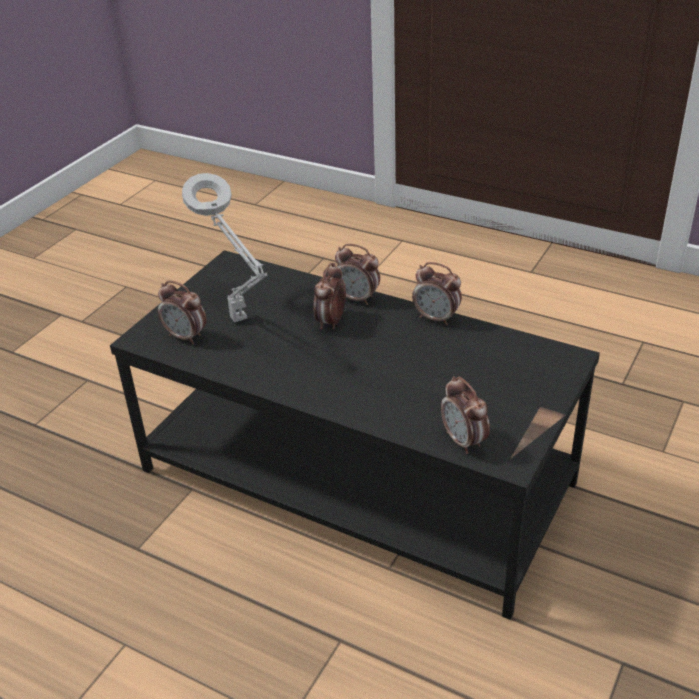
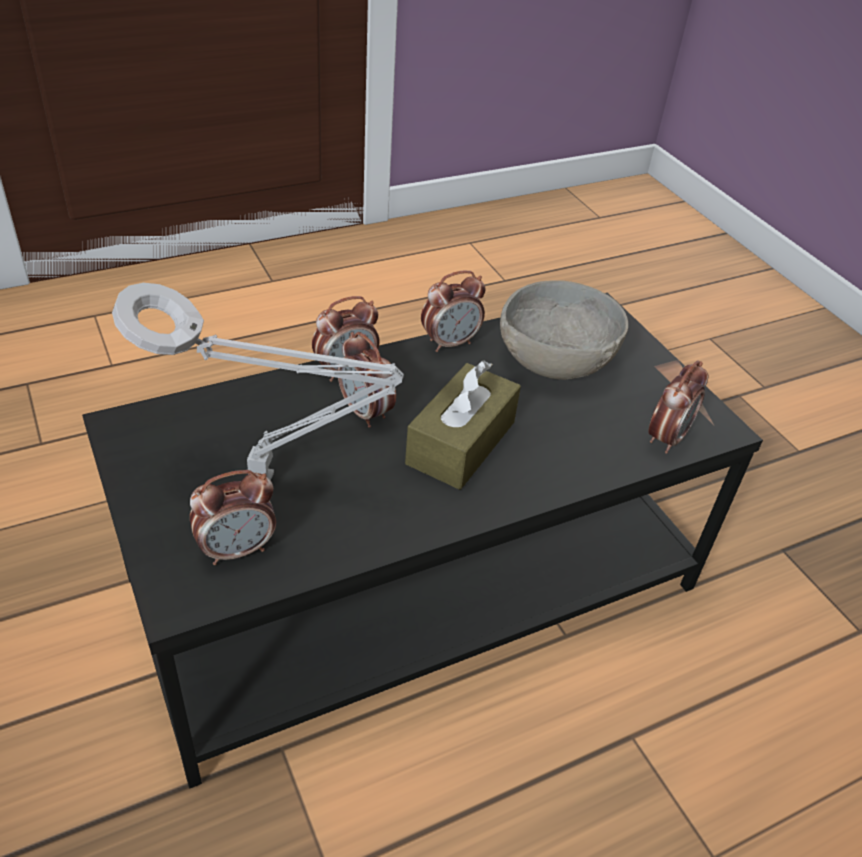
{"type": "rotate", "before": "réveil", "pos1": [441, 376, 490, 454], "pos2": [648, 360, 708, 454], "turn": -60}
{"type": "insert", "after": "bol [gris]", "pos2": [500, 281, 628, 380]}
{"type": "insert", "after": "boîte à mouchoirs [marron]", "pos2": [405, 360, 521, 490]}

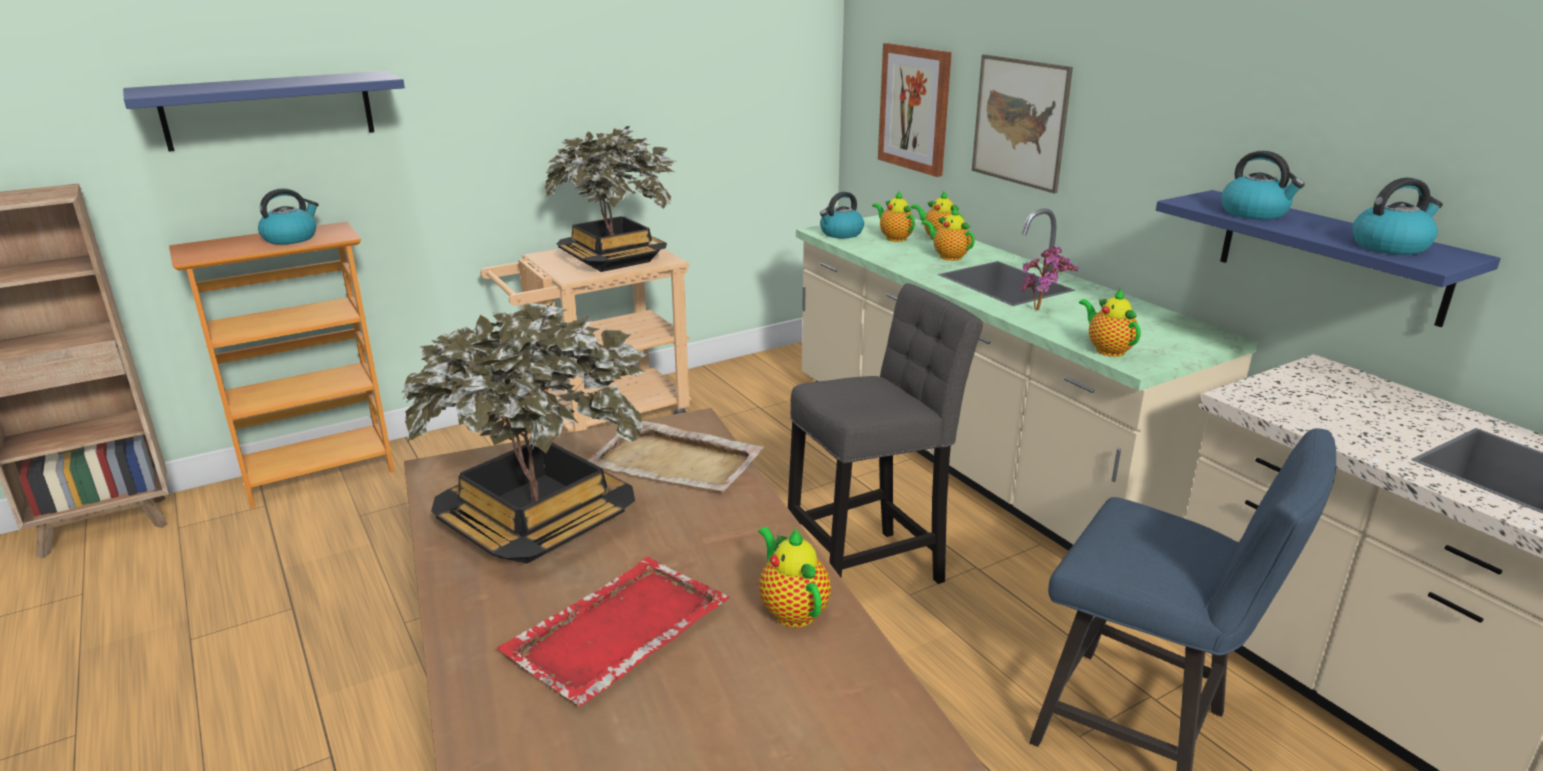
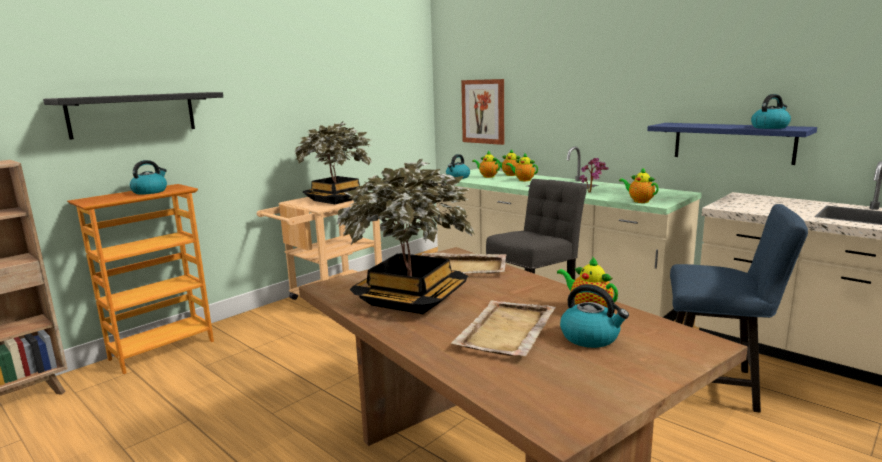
{"type": "delete", "before": "tableau", "pos1": [972, 54, 1073, 194]}
{"type": "recolor", "before": "étagère [bleu]", "after": "étagère [noir]", "pos1": [123, 71, 405, 152], "pos2": [43, 92, 223, 140]}
{"type": "move", "before": "bouilloire", "pos1": [1221, 151, 1305, 220], "pos2": [560, 284, 629, 348]}
{"type": "recolor", "before": "plateau [rouge]", "after": "plateau [beige]", "pos1": [497, 557, 730, 706], "pos2": [451, 300, 556, 356]}

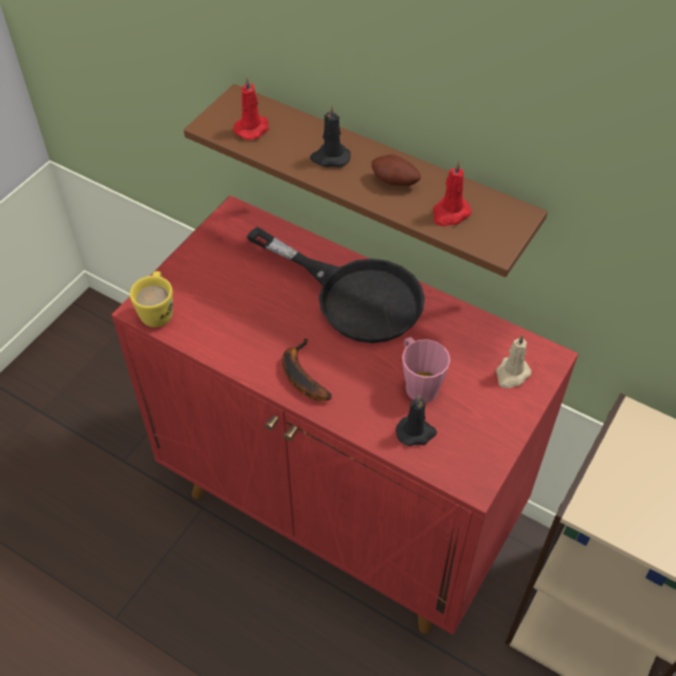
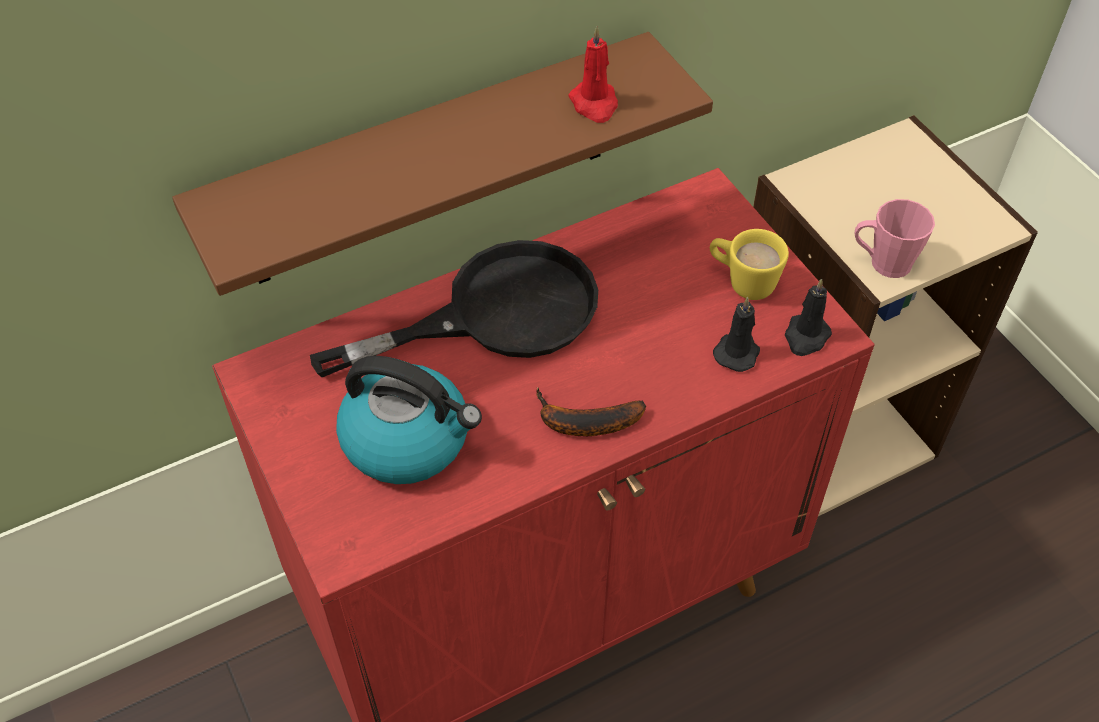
{"type": "delete", "before": "bougie [rouge]", "pos1": [233, 76, 269, 140]}
{"type": "move", "before": "bougie [noir]", "pos1": [310, 104, 351, 167], "pos2": [785, 278, 832, 356]}
{"type": "delete", "before": "pomme de terre", "pos1": [371, 154, 421, 186]}
{"type": "move", "before": "mug [jaune]", "pos1": [130, 271, 173, 327], "pos2": [710, 229, 789, 300]}
{"type": "delete", "before": "bougie [beige]", "pos1": [496, 334, 531, 388]}
{"type": "move", "before": "mug [rose]", "pos1": [402, 337, 450, 402], "pos2": [855, 199, 935, 278]}
{"type": "insert", "after": "bouilloire", "pos2": [336, 356, 482, 484]}

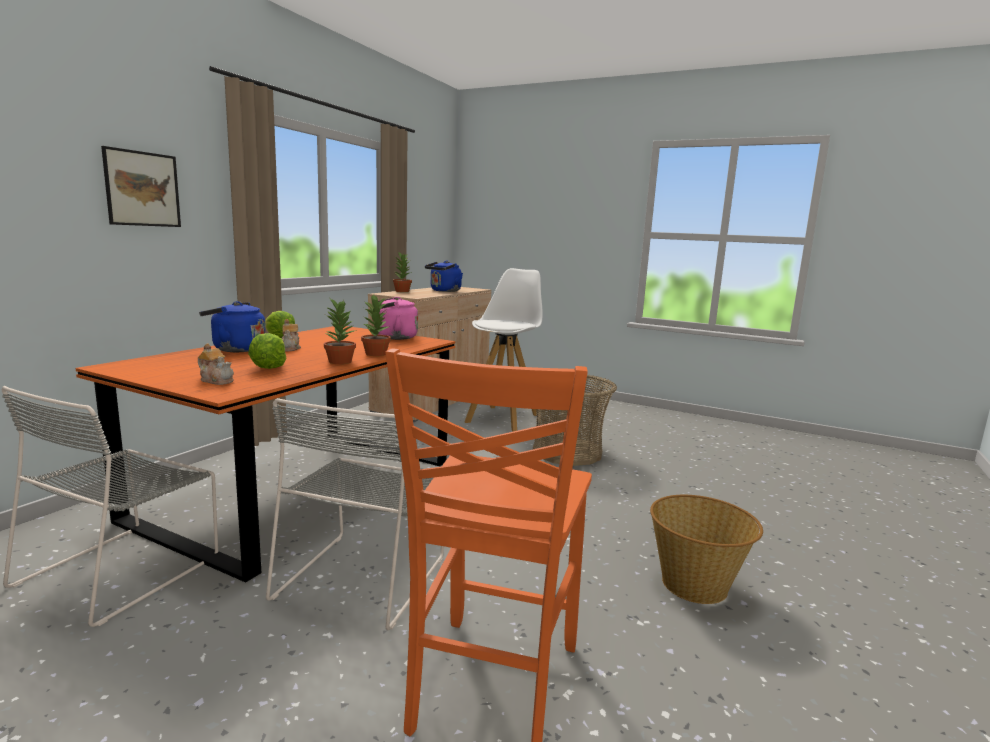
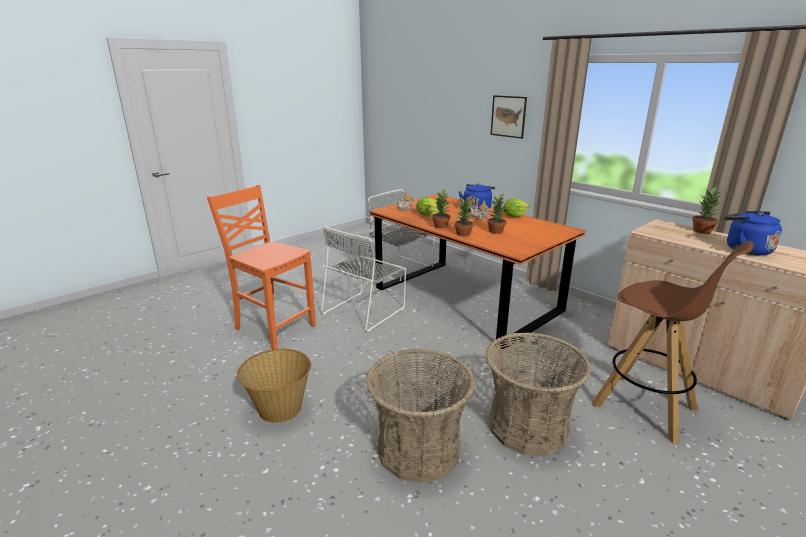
{"type": "recolor", "before": "tabouret [blanc]", "after": "tabouret [marron]", "pos1": [464, 268, 543, 432], "pos2": [592, 241, 754, 444]}
{"type": "delete", "before": "bouilloire [rose]", "pos1": [378, 297, 418, 340]}
{"type": "rotate", "before": "chaise [gris]", "pos1": [266, 398, 444, 630], "pos2": [321, 226, 406, 332], "turn": -90}
{"type": "insert", "after": "plante en pot", "pos2": [487, 194, 507, 234]}
{"type": "insert", "after": "panier", "pos2": [366, 349, 475, 483]}

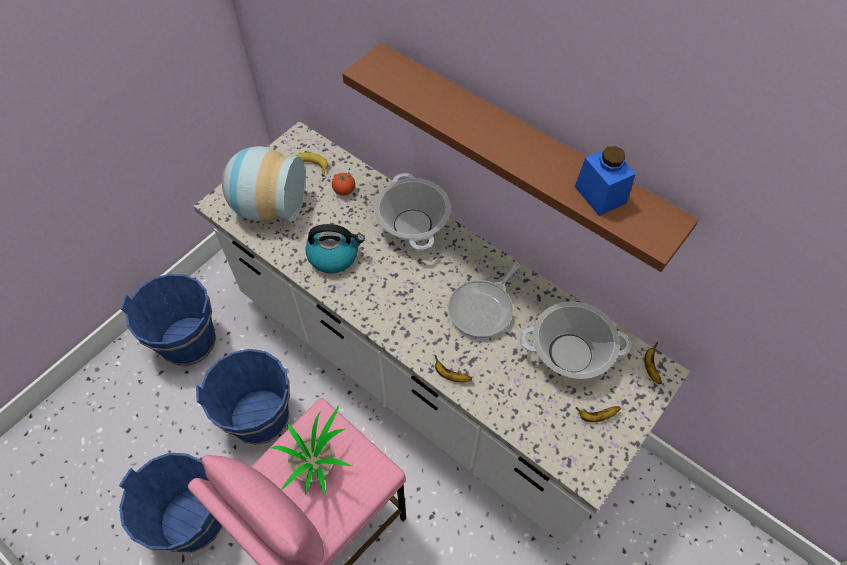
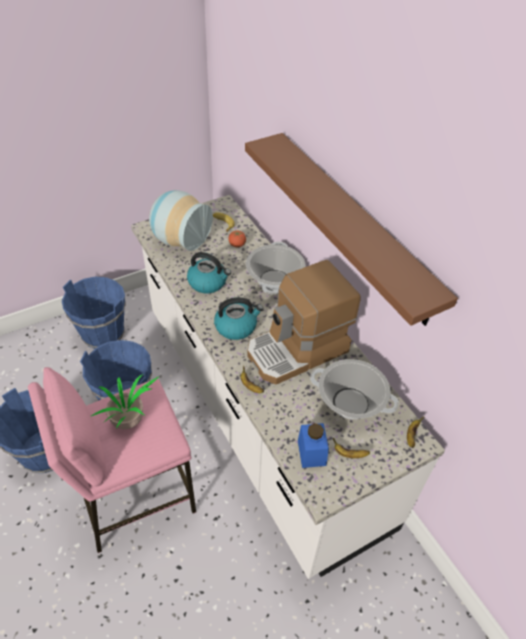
{"type": "move", "before": "bocal [bleu]", "pos1": [575, 146, 636, 216], "pos2": [298, 423, 329, 468]}
{"type": "replace", "before": "poêle", "after": "machine à café", "pos1": [448, 263, 520, 338], "pos2": [247, 260, 361, 385]}
{"type": "insert", "after": "bouilloire", "pos2": [214, 297, 263, 340]}

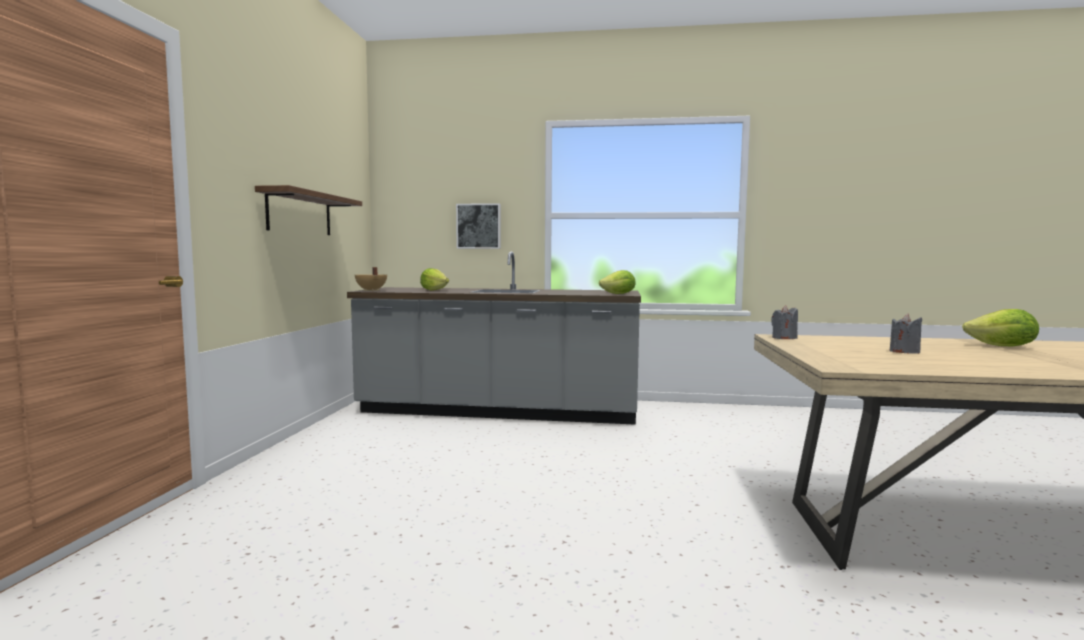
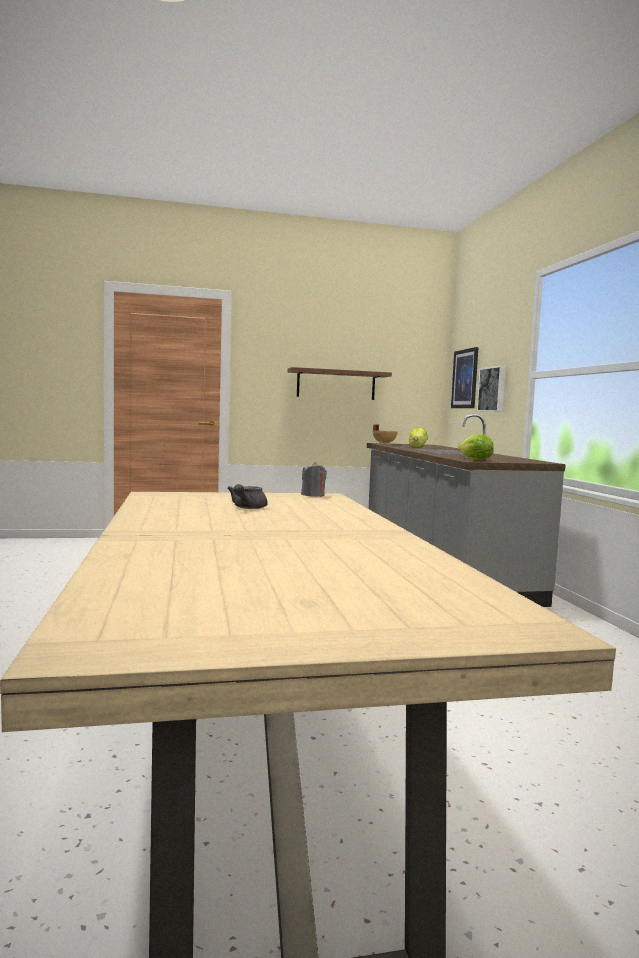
{"type": "delete", "before": "laitue", "pos1": [962, 309, 1039, 346]}
{"type": "replace", "before": "bougie [gris]", "after": "théière [gris]", "pos1": [889, 314, 922, 354], "pos2": [227, 484, 268, 509]}
{"type": "insert", "after": "tableau", "pos2": [451, 347, 478, 408]}

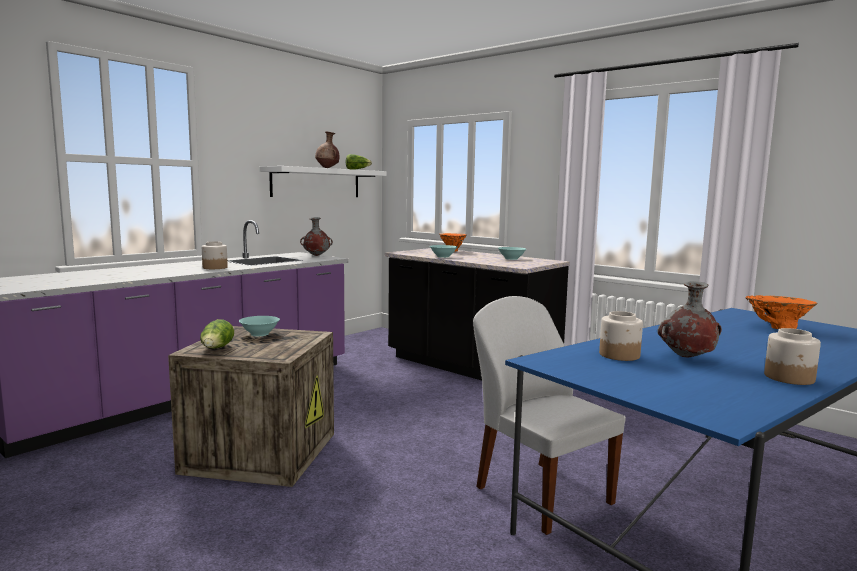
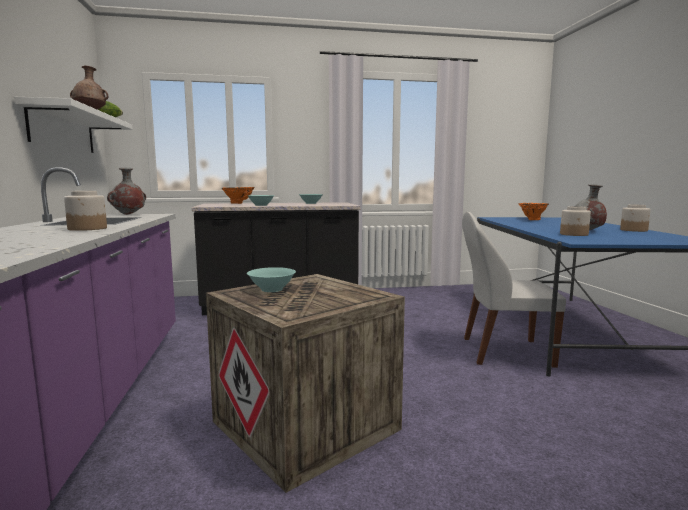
{"type": "delete", "before": "laitue", "pos1": [200, 319, 234, 349]}

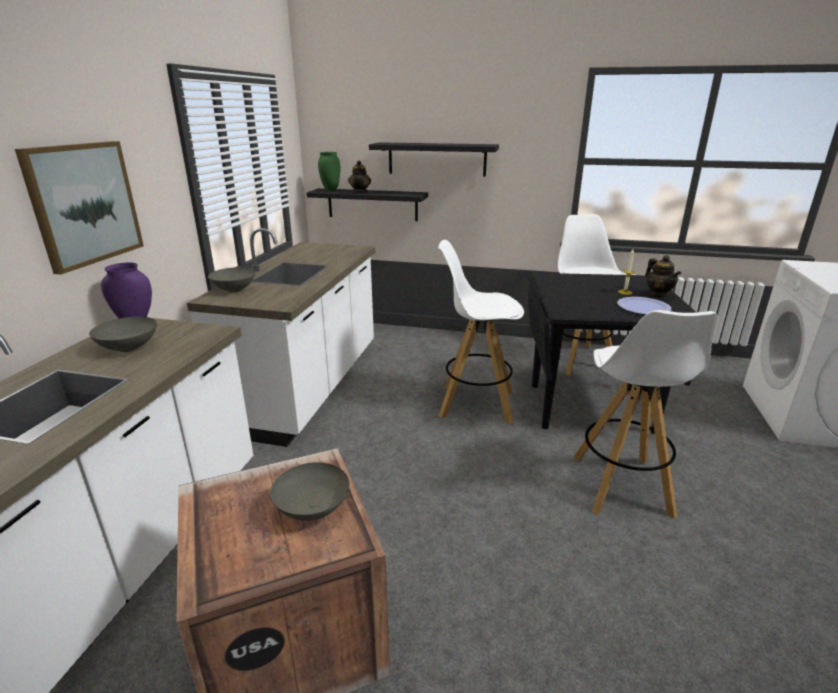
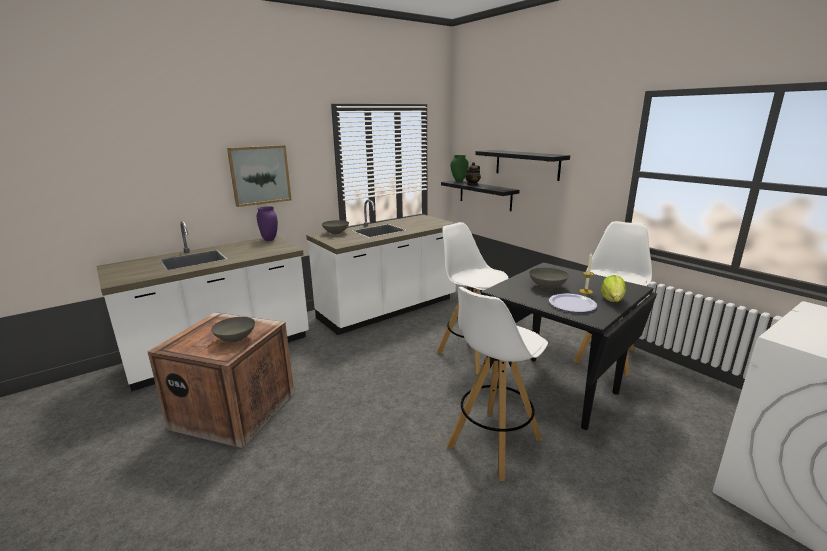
{"type": "replace", "before": "théière", "after": "laitue", "pos1": [645, 255, 681, 298], "pos2": [601, 275, 626, 302]}
{"type": "move", "before": "bol [gris]", "pos1": [89, 317, 157, 352], "pos2": [529, 268, 569, 289]}

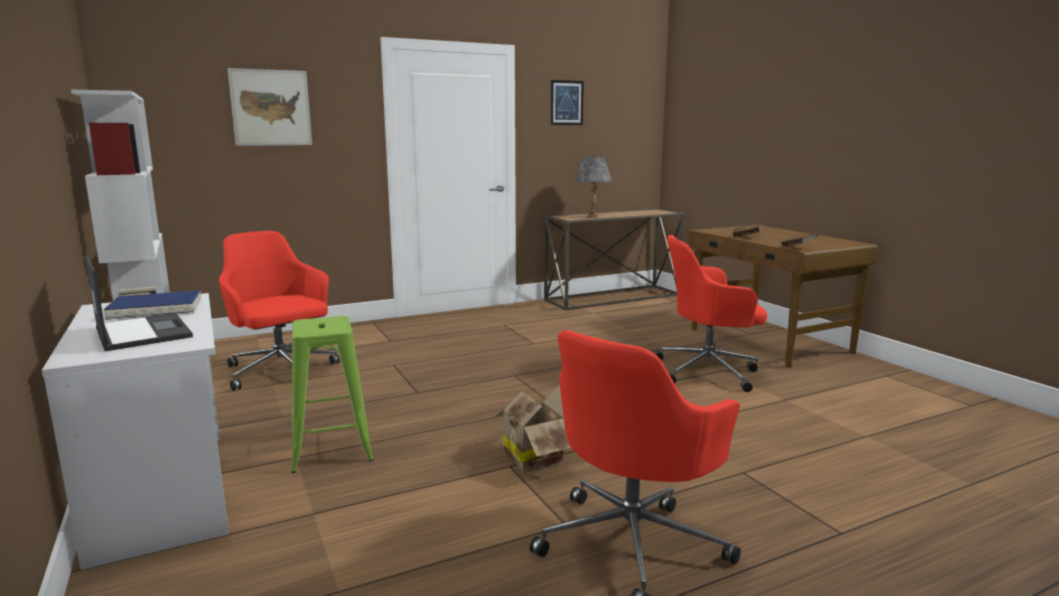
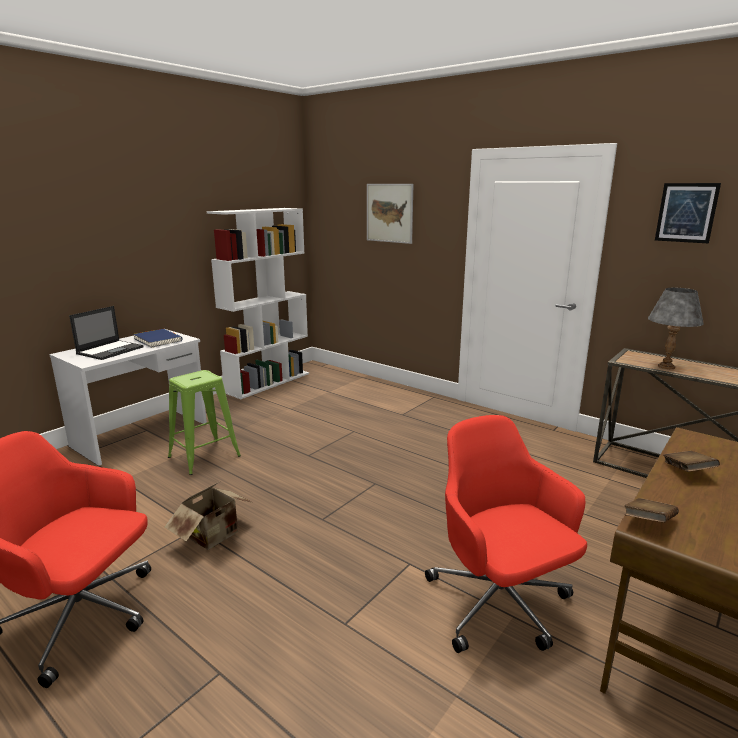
{"type": "delete", "before": "chaise de bureau [rouge]", "pos1": [219, 231, 340, 391]}

